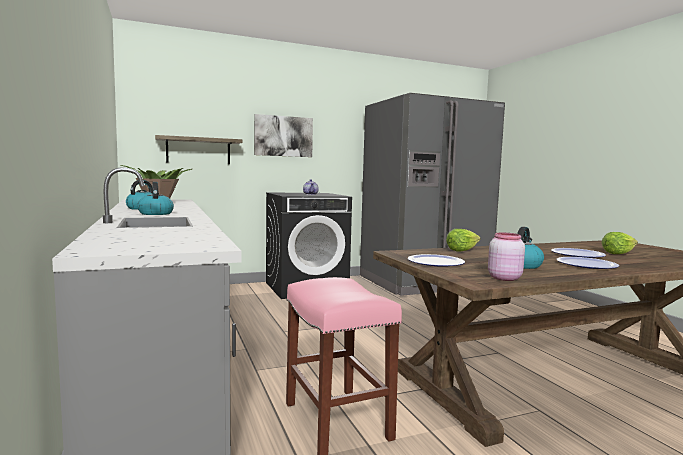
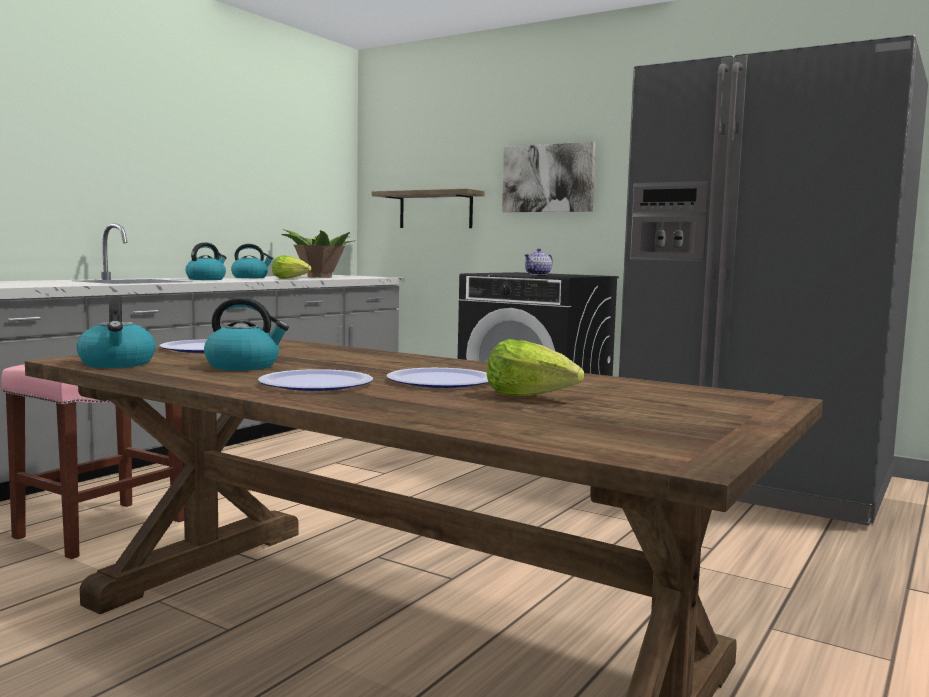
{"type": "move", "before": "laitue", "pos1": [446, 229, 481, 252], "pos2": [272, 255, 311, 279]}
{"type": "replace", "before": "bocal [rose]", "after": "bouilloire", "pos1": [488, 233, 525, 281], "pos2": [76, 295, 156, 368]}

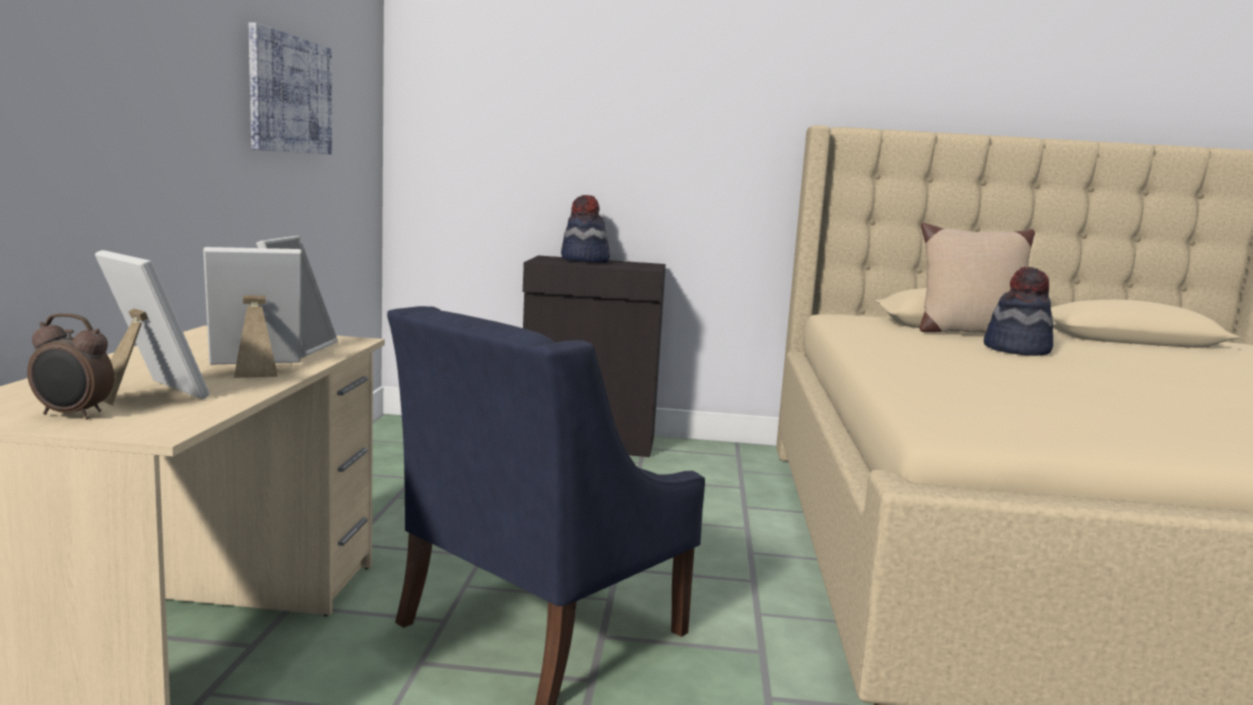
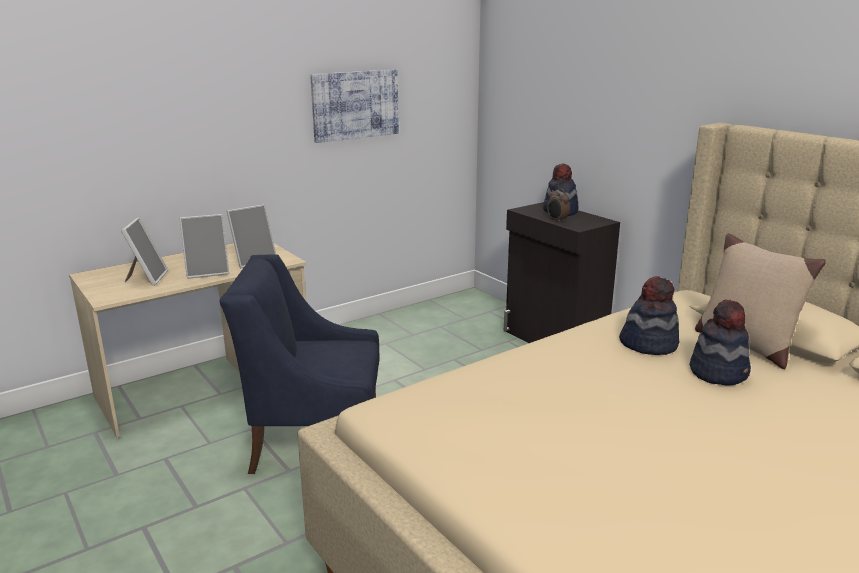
{"type": "rotate", "before": "cadre photo", "pos1": [203, 247, 302, 378], "pos2": [180, 214, 230, 279], "turn": 135}
{"type": "move", "before": "réveil", "pos1": [27, 313, 114, 419], "pos2": [547, 188, 570, 223]}
{"type": "insert", "after": "chapeau", "pos2": [619, 276, 679, 355]}

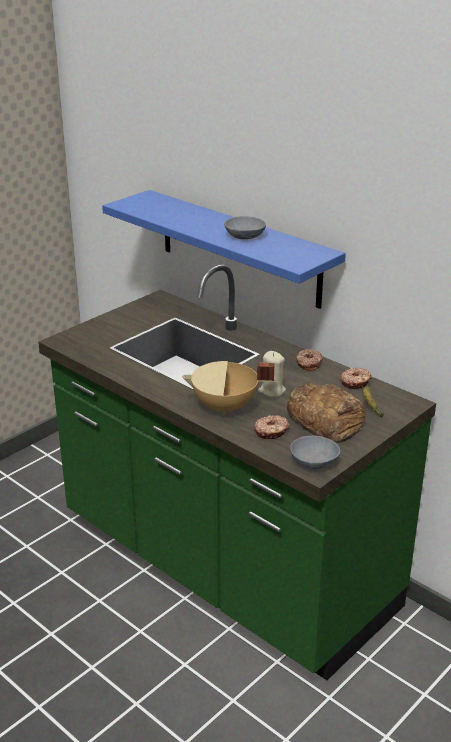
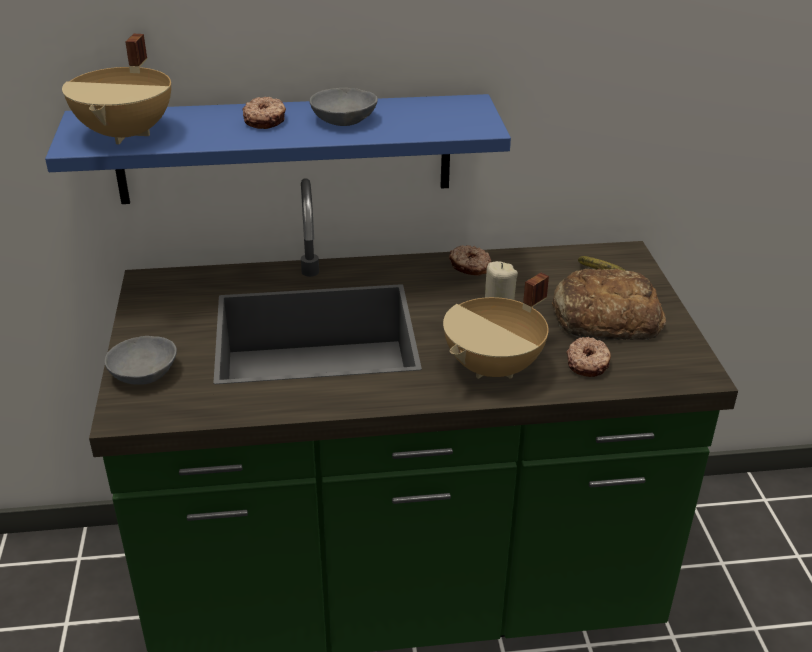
{"type": "move", "before": "beignet", "pos1": [340, 367, 372, 389], "pos2": [242, 97, 286, 129]}
{"type": "move", "before": "bol [gris]", "pos1": [290, 436, 341, 469], "pos2": [105, 336, 177, 385]}
{"type": "insert", "after": "marmite [beige]", "pos2": [62, 34, 171, 144]}

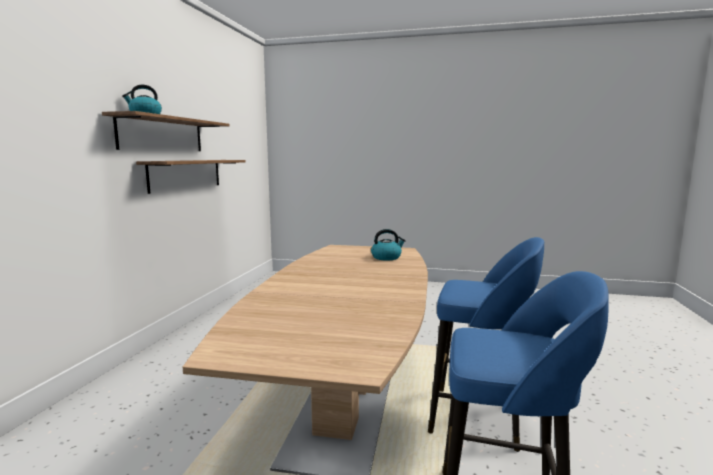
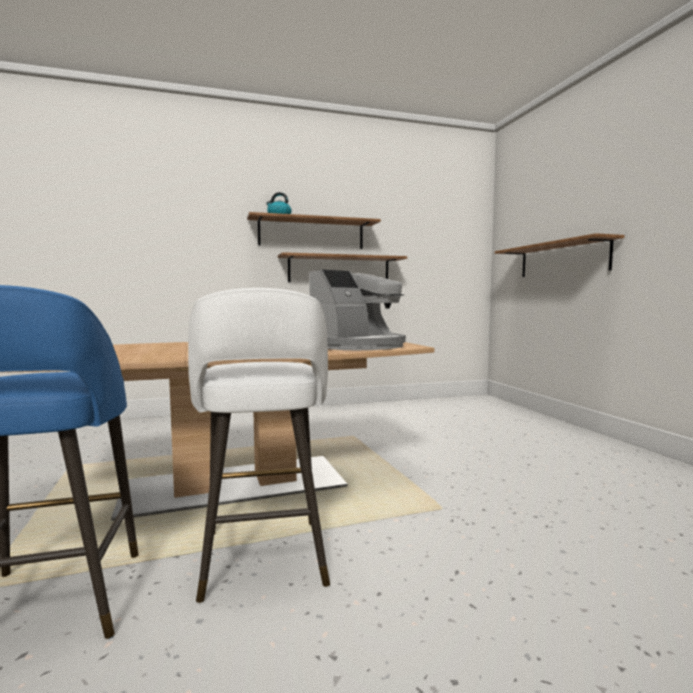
{"type": "replace", "before": "bouilloire", "after": "machine à café", "pos1": [371, 229, 406, 261], "pos2": [309, 269, 406, 350]}
{"type": "recolor", "before": "tabouret [bleu]", "after": "tabouret [blanc]", "pos1": [428, 237, 544, 452], "pos2": [188, 288, 330, 603]}
{"type": "insert", "after": "étagère", "pos2": [495, 233, 624, 277]}

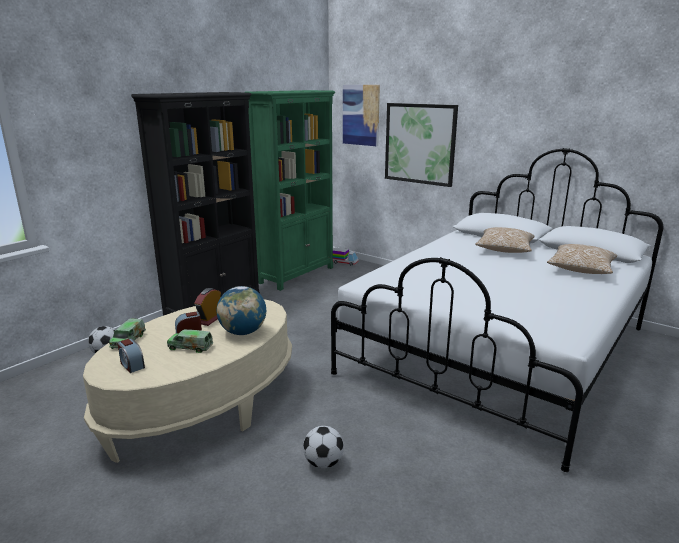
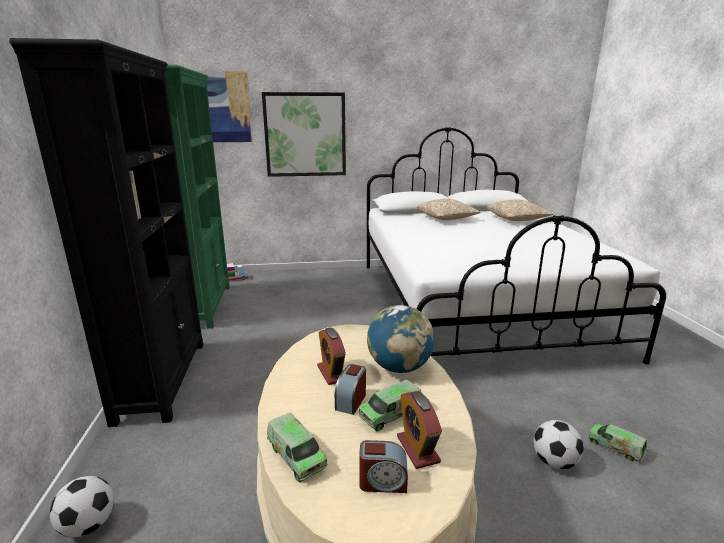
{"type": "insert", "after": "réveil", "pos2": [397, 391, 442, 469]}
{"type": "insert", "after": "camion jouet", "pos2": [588, 424, 647, 463]}

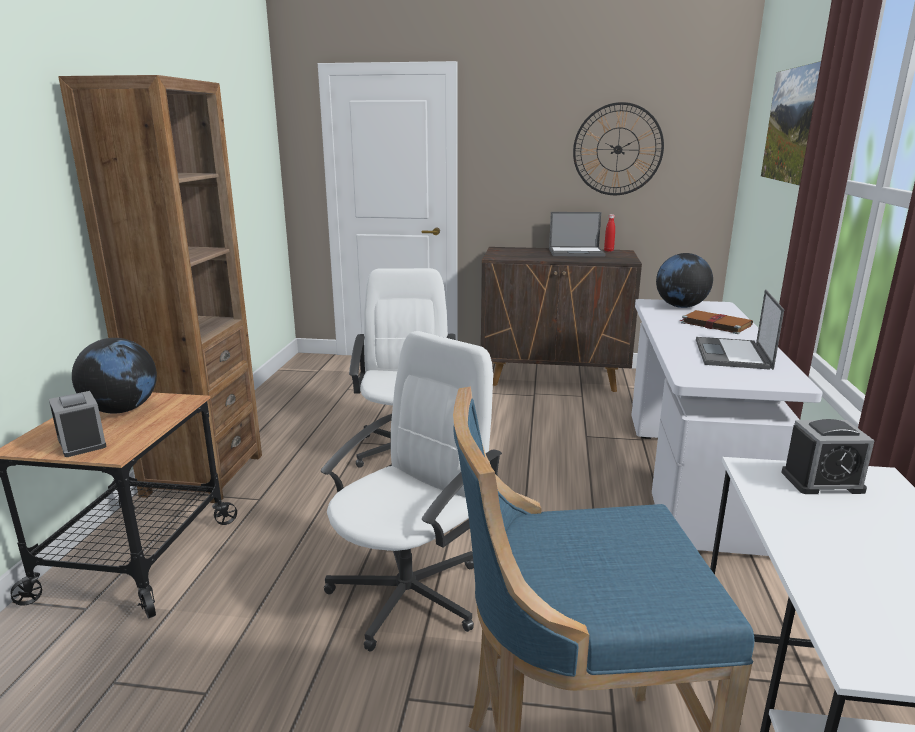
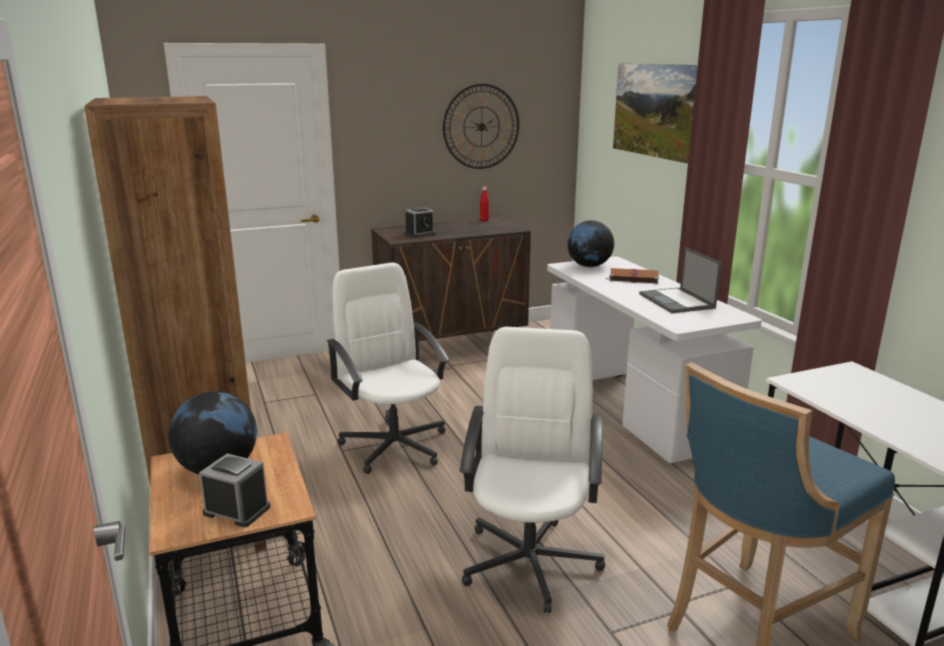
{"type": "delete", "before": "ordinateur portable", "pos1": [549, 212, 605, 257]}
{"type": "move", "before": "réveil", "pos1": [781, 419, 875, 494], "pos2": [405, 207, 436, 237]}

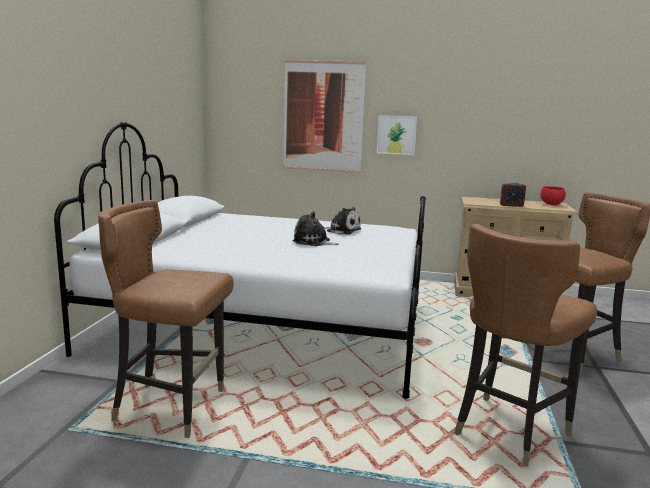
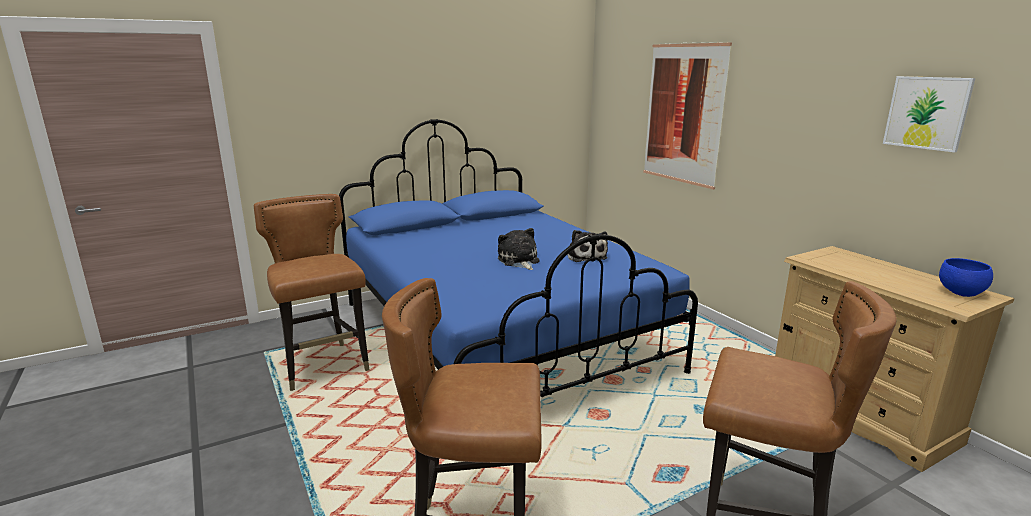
{"type": "move", "before": "tableau", "pos1": [377, 115, 417, 155], "pos2": [883, 76, 975, 153]}
{"type": "recolor", "before": "lit [blanc]", "after": "lit [bleu]", "pos1": [54, 122, 426, 399], "pos2": [339, 119, 698, 397]}
{"type": "delete", "before": "réveil", "pos1": [500, 182, 526, 207]}
{"type": "recolor", "before": "bol [rouge]", "after": "bol [bleu]", "pos1": [540, 186, 566, 205], "pos2": [939, 258, 993, 297]}

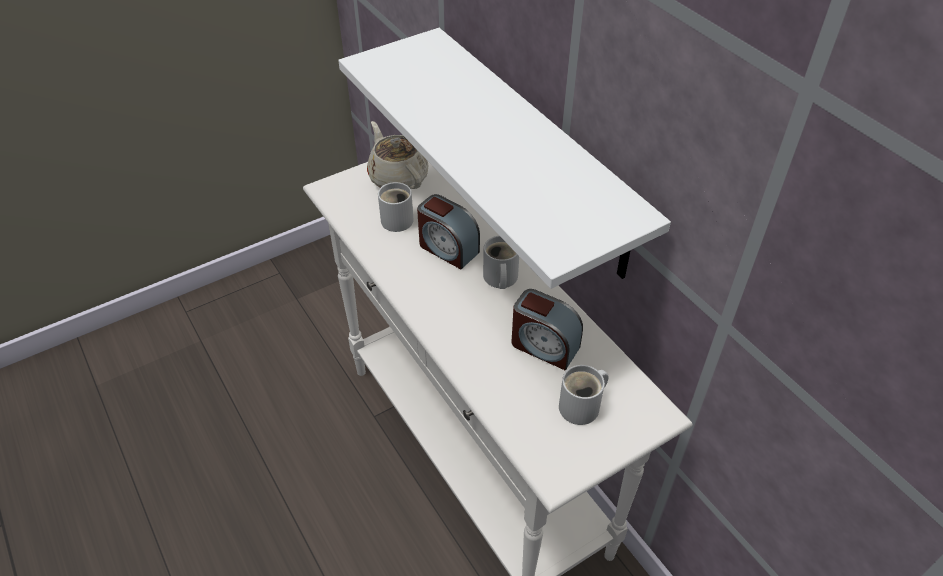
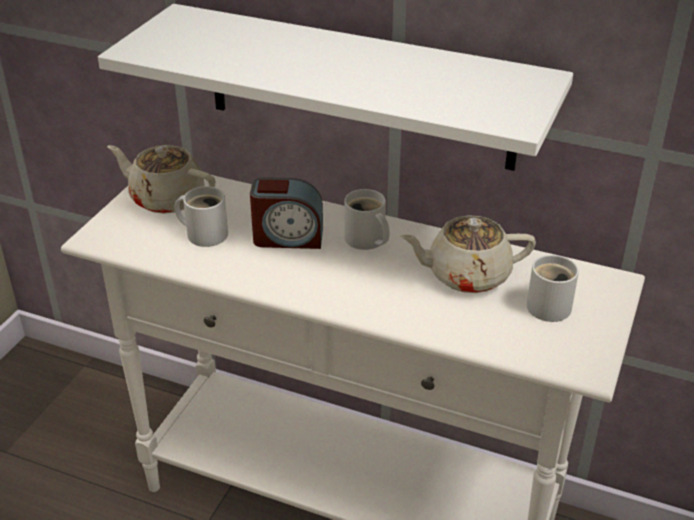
{"type": "replace", "before": "réveil", "after": "théière [beige]", "pos1": [511, 289, 583, 370], "pos2": [400, 215, 536, 293]}

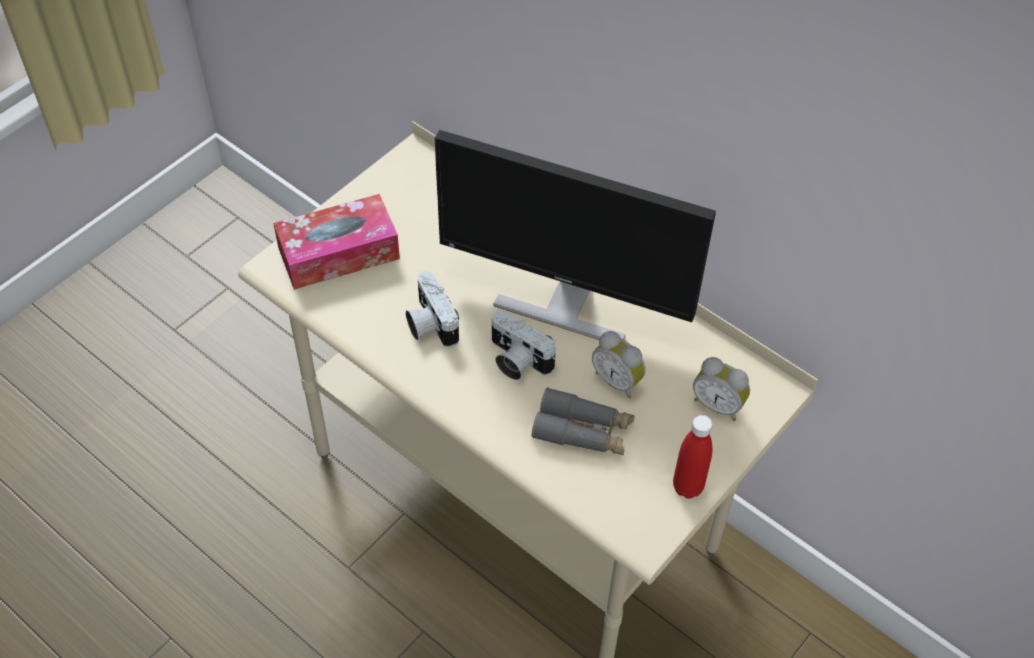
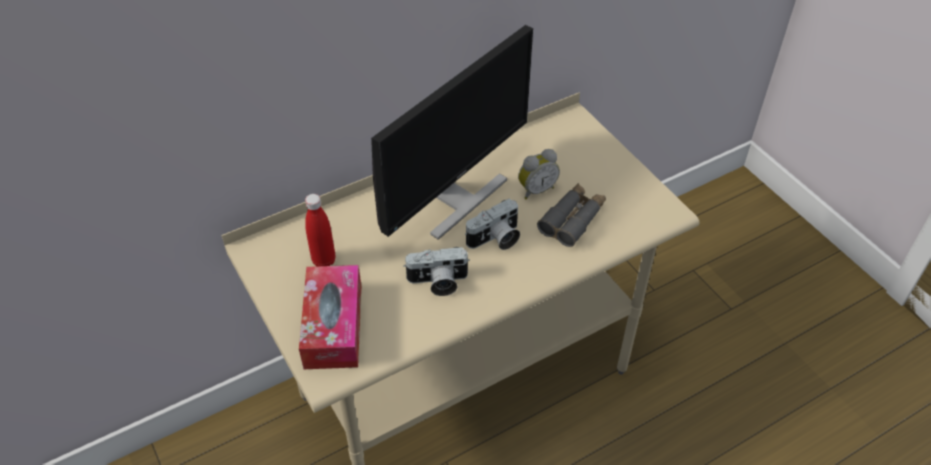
{"type": "delete", "before": "réveil", "pos1": [693, 357, 750, 421]}
{"type": "move", "before": "bouteille [rouge]", "pos1": [673, 415, 713, 499], "pos2": [305, 194, 335, 266]}

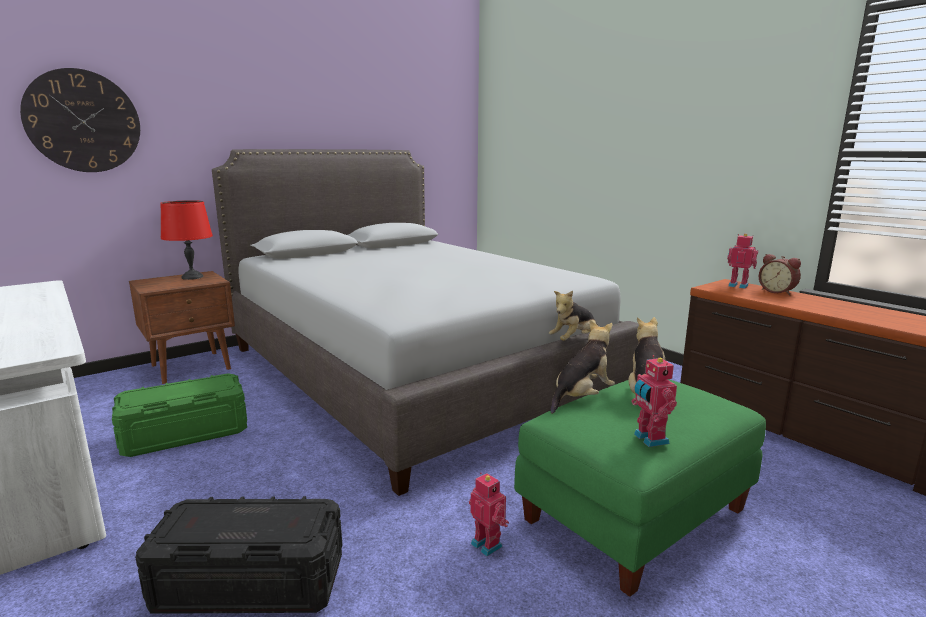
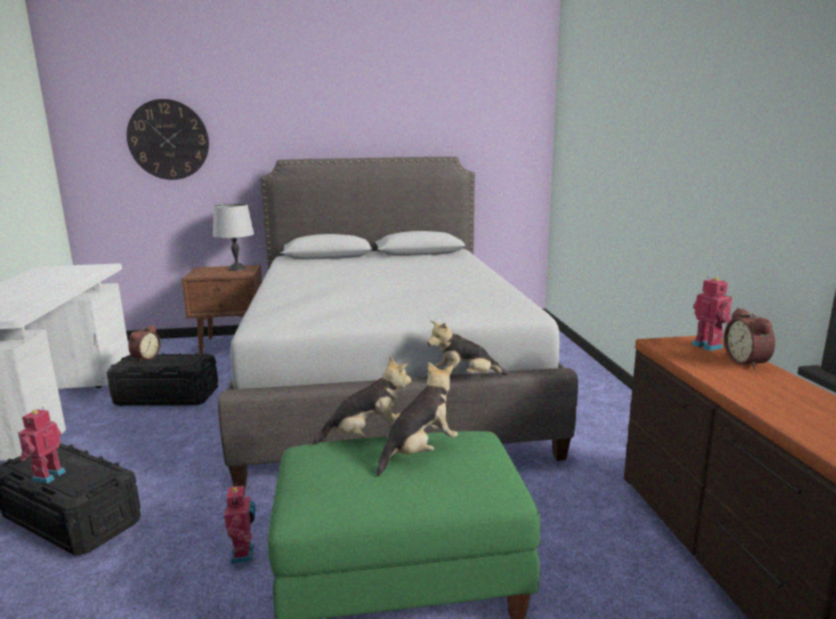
{"type": "recolor", "before": "lampe de table [rouge]", "after": "lampe de table [gris]", "pos1": [160, 200, 213, 280], "pos2": [213, 204, 254, 271]}
{"type": "move", "before": "robot jouet", "pos1": [631, 355, 677, 447], "pos2": [18, 407, 66, 484]}
{"type": "recolor", "before": "boîte de rangement [vert]", "after": "boîte de rangement [noir]", "pos1": [112, 373, 247, 457], "pos2": [107, 353, 218, 406]}
{"type": "insert", "after": "réveil", "pos2": [129, 325, 161, 363]}

